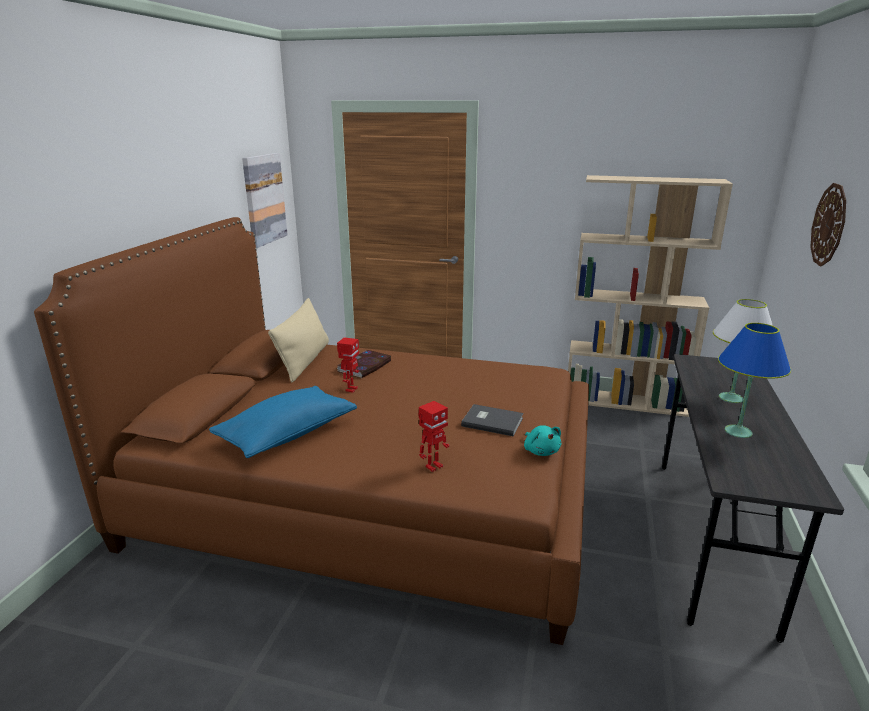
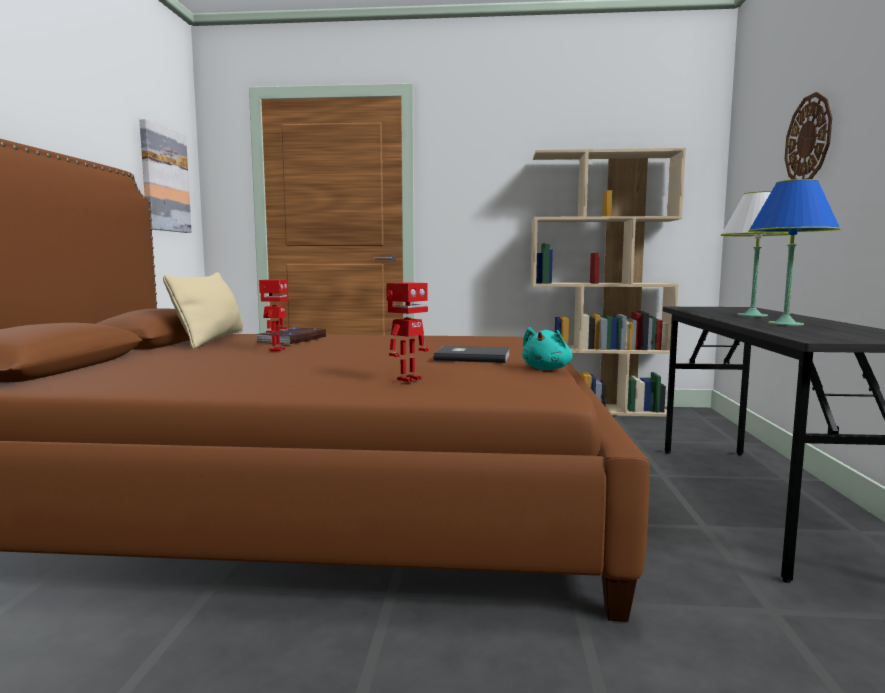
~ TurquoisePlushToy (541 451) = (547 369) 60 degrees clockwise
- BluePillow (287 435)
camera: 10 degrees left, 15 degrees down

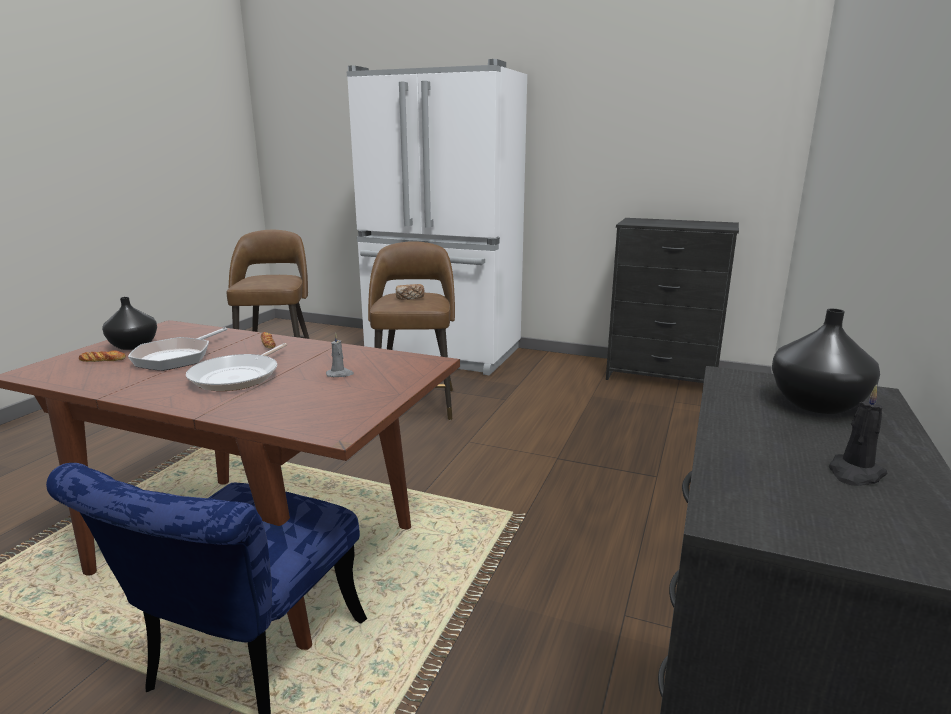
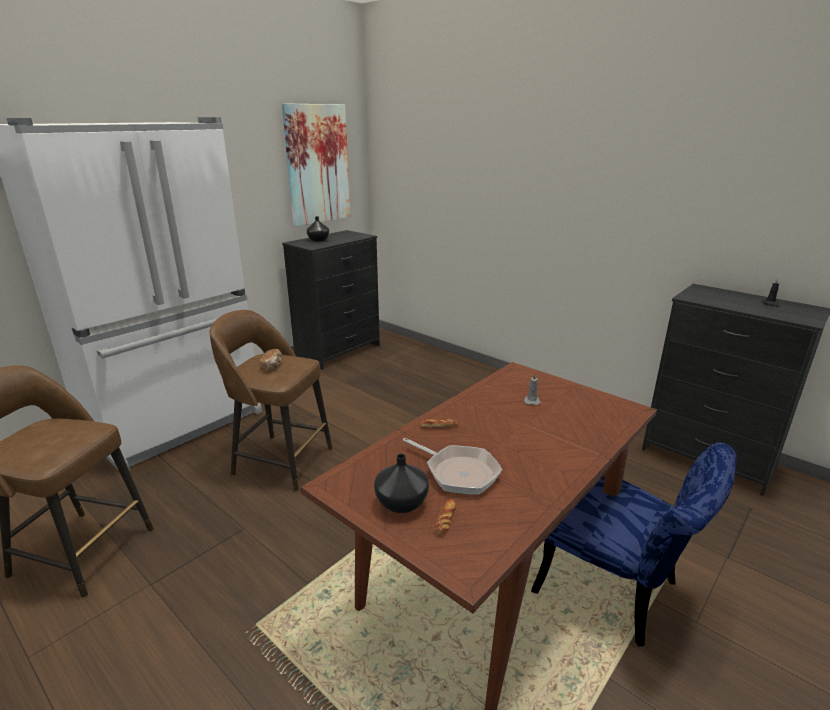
+ Picture (318 165)
~ BlackVase (815 404) to (318 240)
- FryingPan (238 376)
camera: 70 degrees left, 5 degrees up

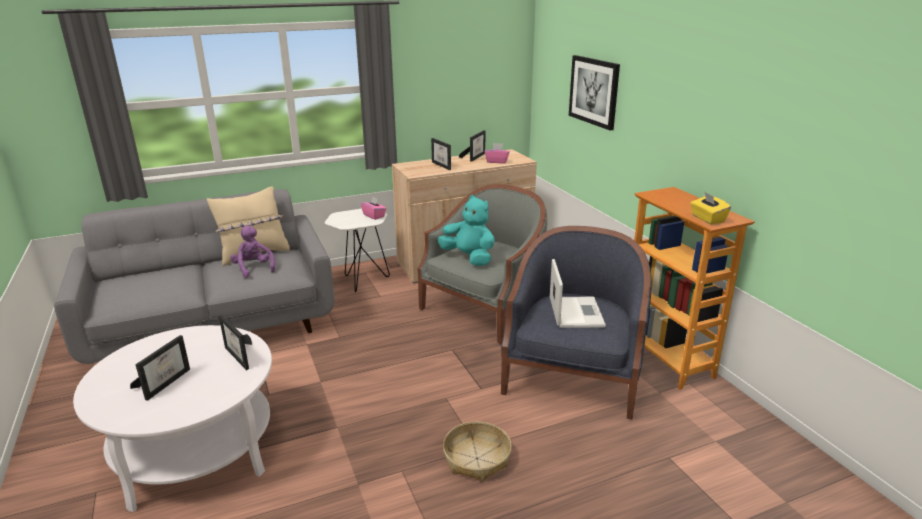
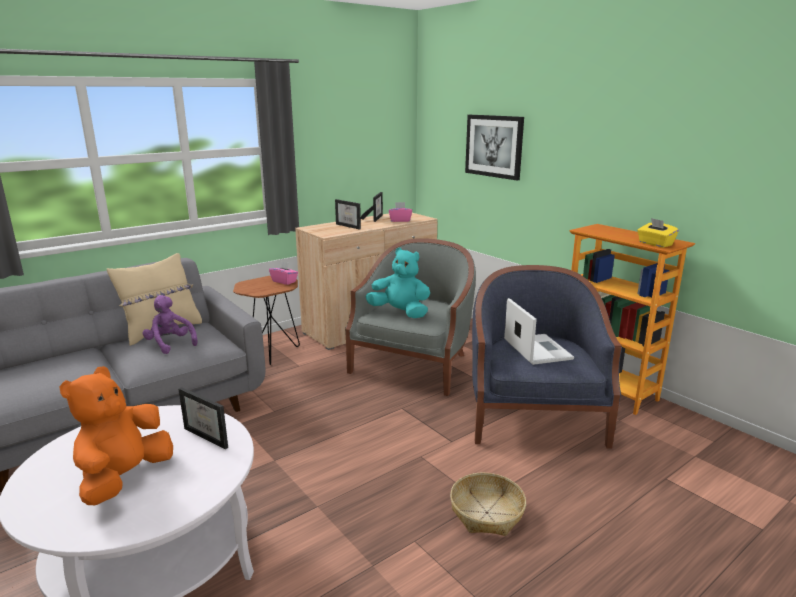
~ PictureFrame (165 382) to OrangePlushToy (124 478)
~ WhiteSideTable (361 281) to BrownSideTable (271 354)
camera: 15 degrees left, 5 degrees down

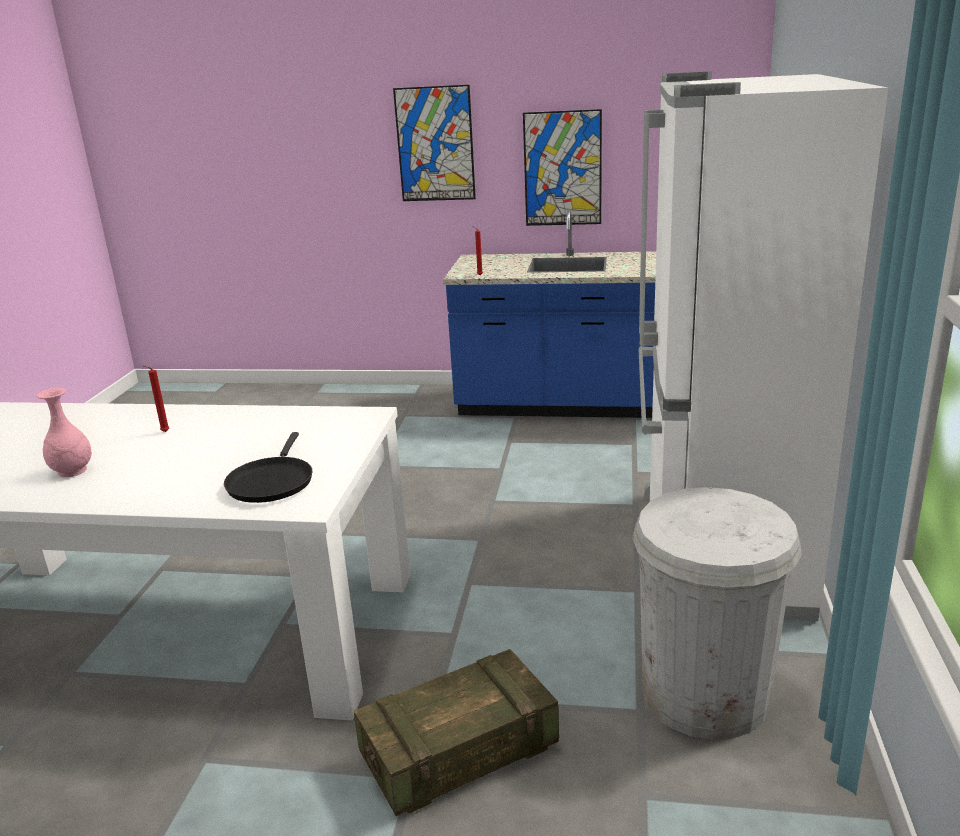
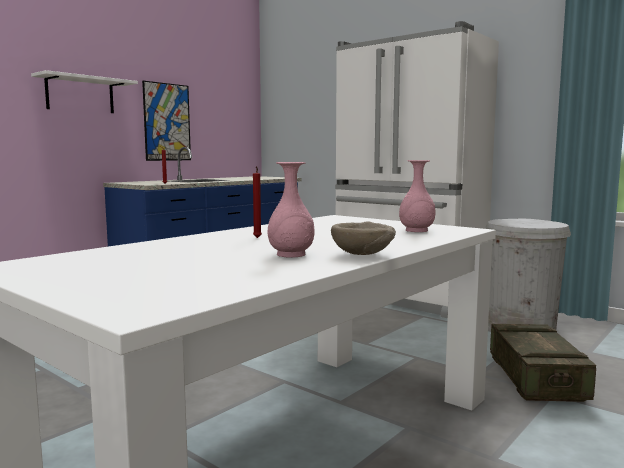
~ Picture (435 144) to WhiteShelf (80 95)
+ BeigeBowl (364 255)
~ BlackFryingPan (271 482) to PinkVase (416 230)
camera: 60 degrees left, 15 degrees down

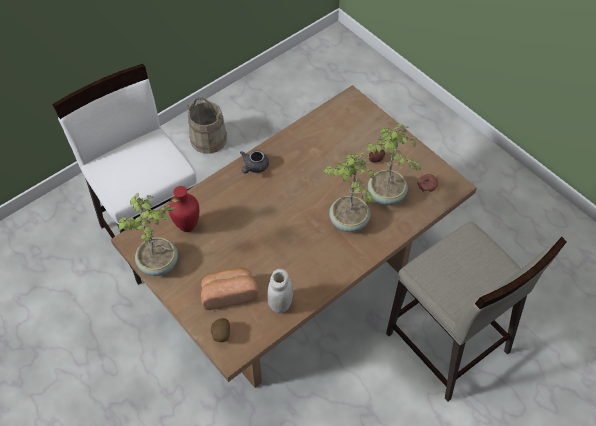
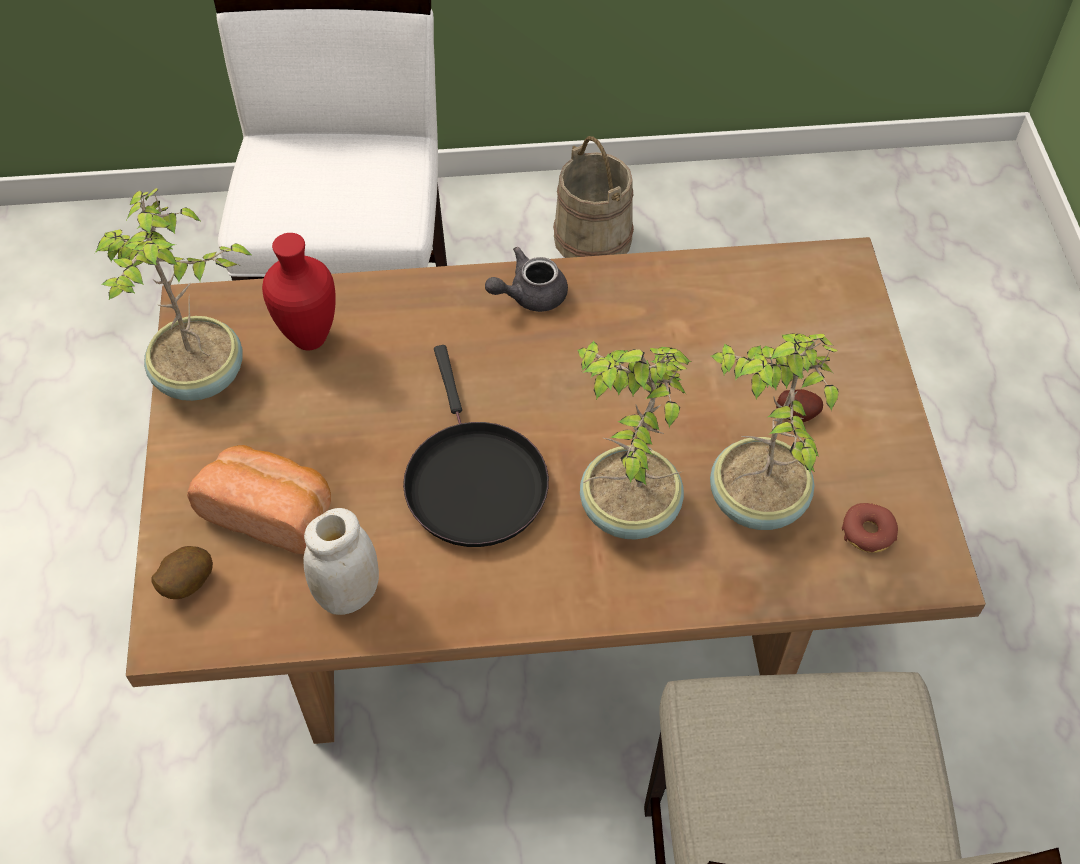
+ BlackFryingPan (473 480)
camera: 35 degrees right, 0 degrees up

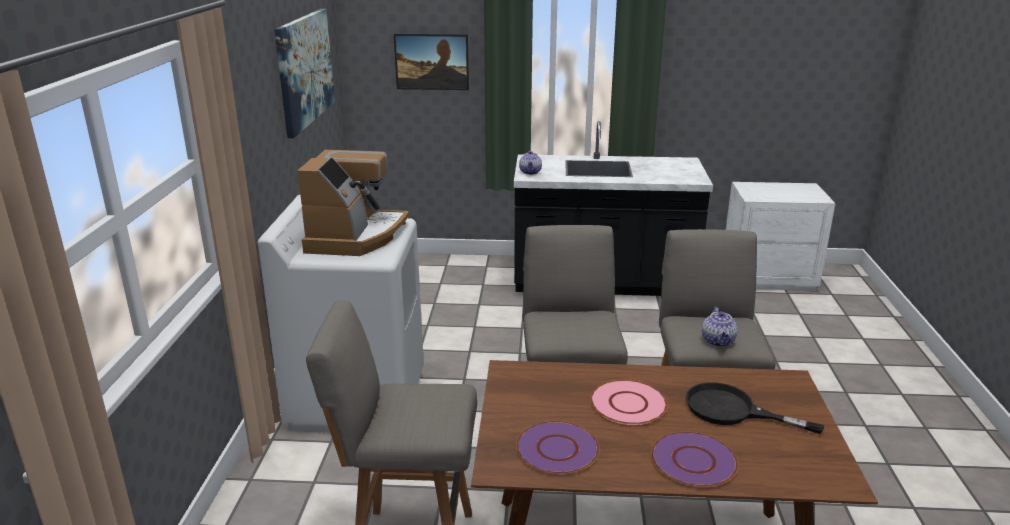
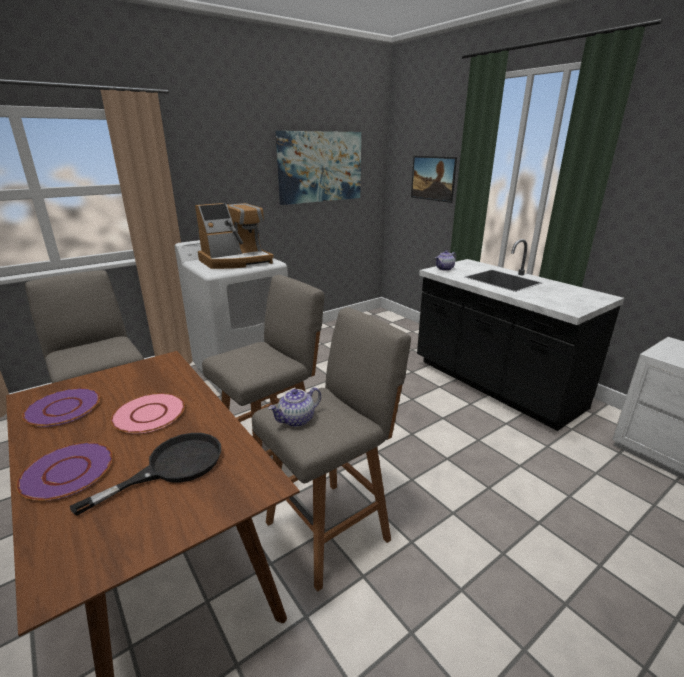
~ BlackFryingPan (732 410) = (172 466) 60 degrees clockwise
camera: 50 degrees right, 0 degrees up

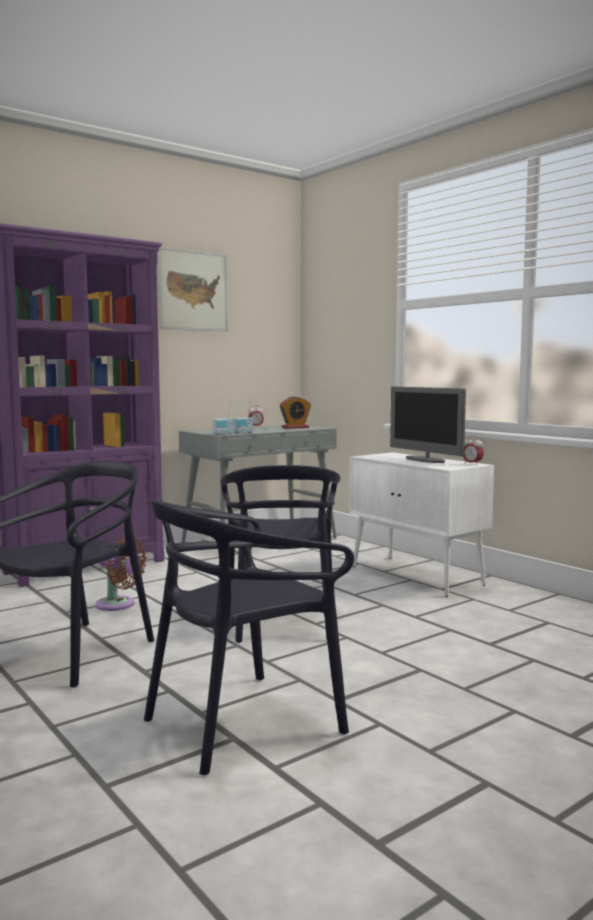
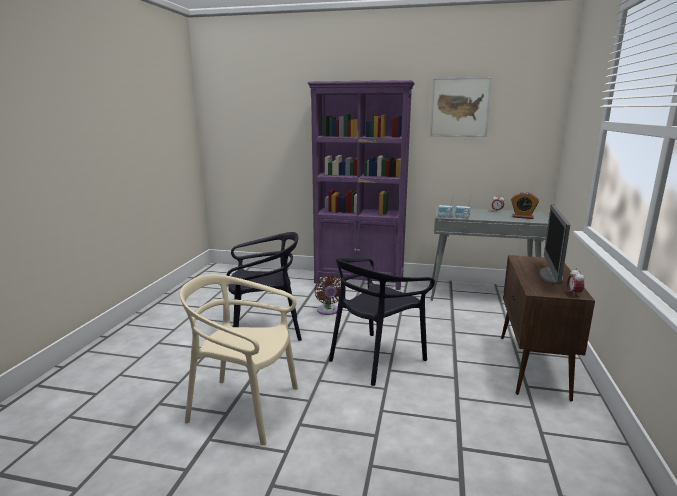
~ BlackChair (243 722) to BeigeChair (244 407)
~ WhiteCabinet (417 576) to BrownCabinet (532 367)
camera: 50 degrees right, 10 degrees up

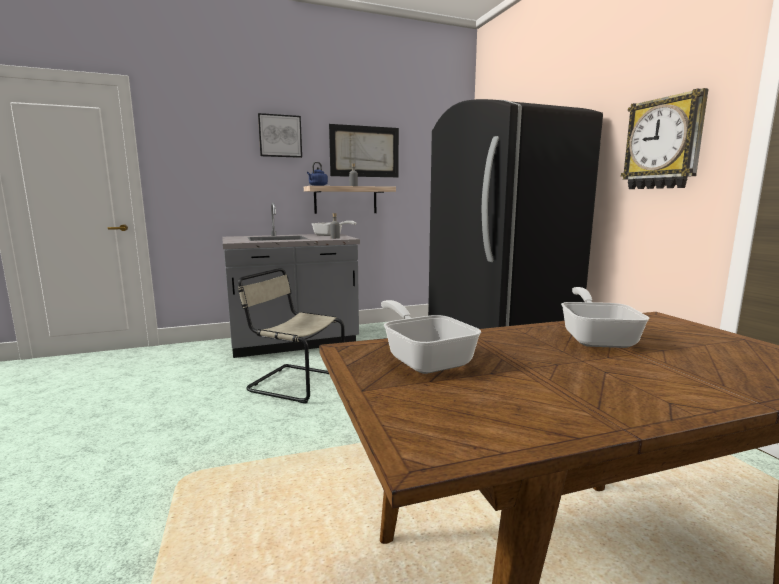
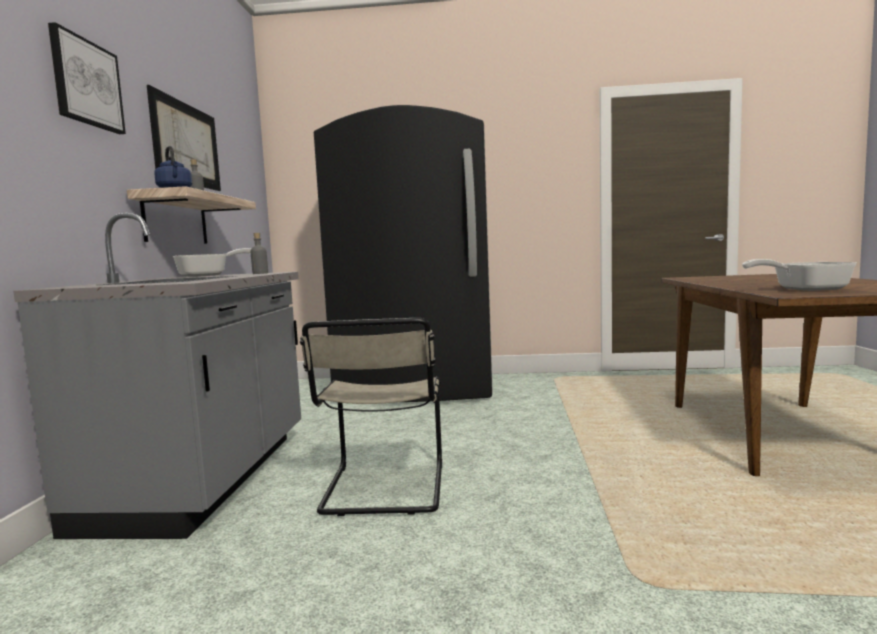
~ BeigeChair (293 382) = (384 490) 45 degrees counterclockwise
- FryingPan (596 337)
- WallClock (663 144)
camera: 65 degrees left, 5 degrees down

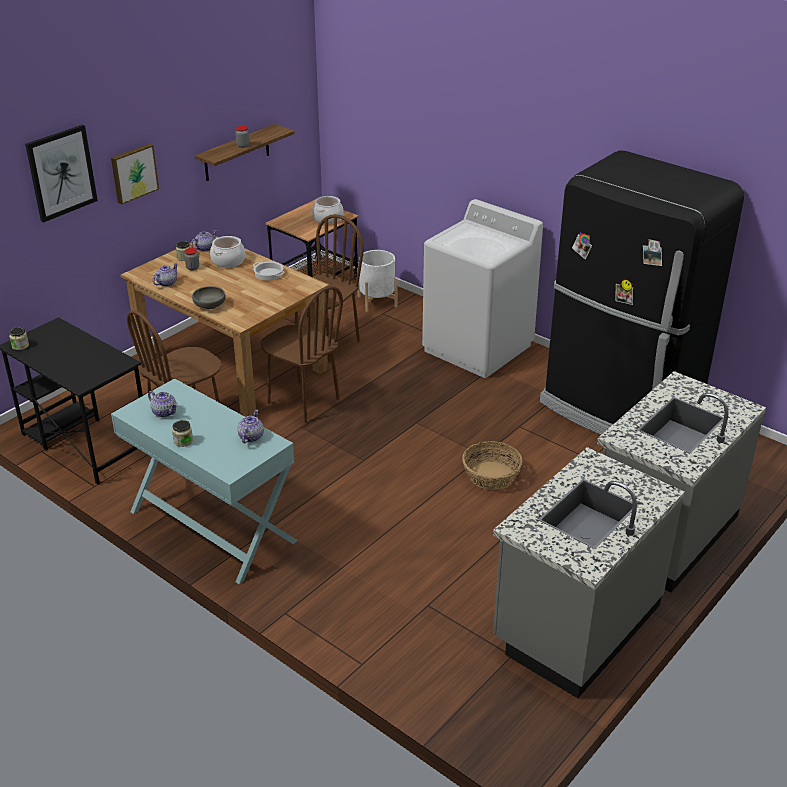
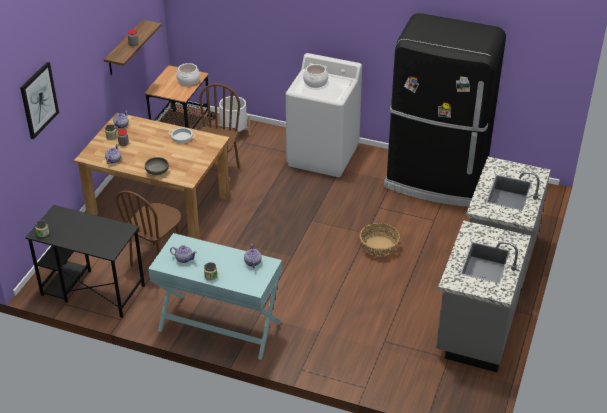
~ CookingPot (228 261) to (315 82)
- Picture (133 173)
- BrownChair (303 401)
camera: 20 degrees left, 5 degrees up

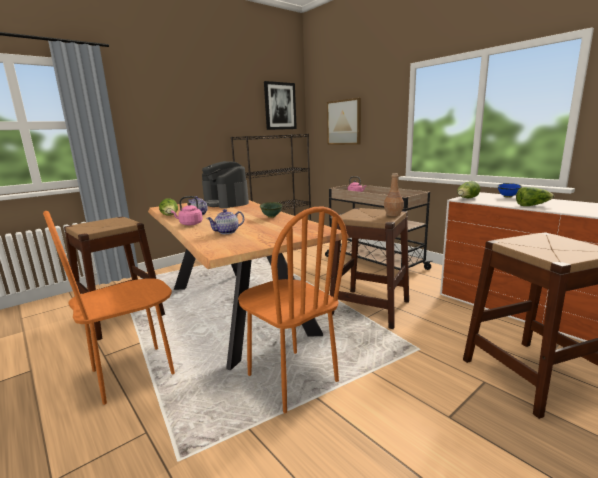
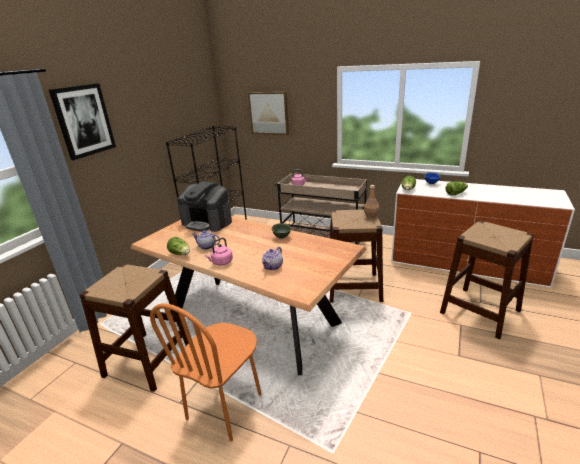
~ Picture (280 106) to (84 120)
- OrangeChair (291 378)
camera: 25 degrees left, 10 degrees up

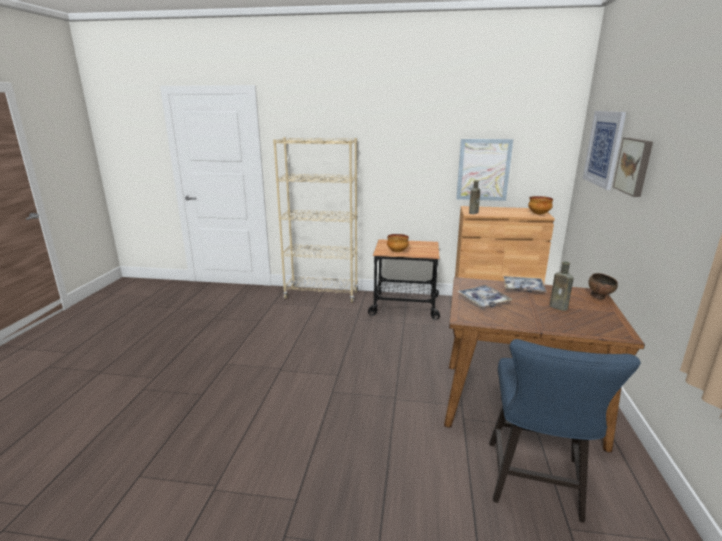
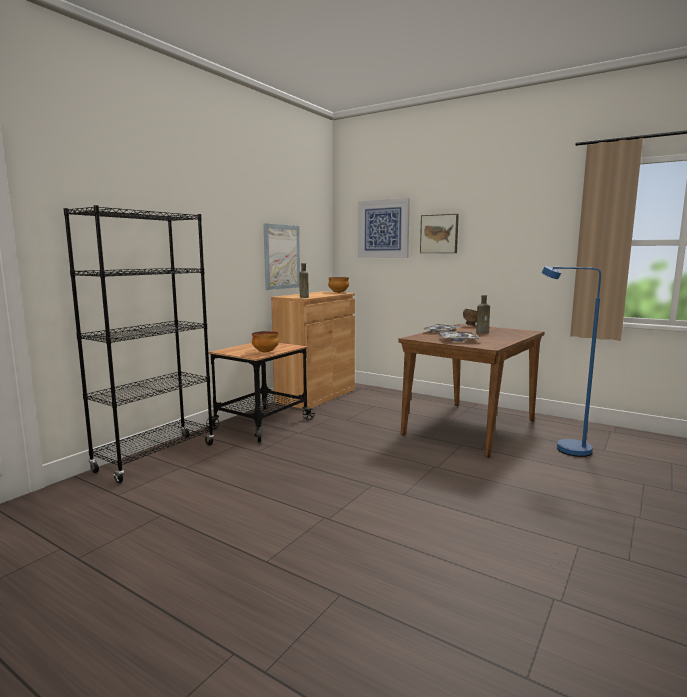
~ BeigeBookcase (321 295) to BlackBookcase (156 457)
~ BlueChair (535 485) to BlueFloorLamp (564 447)
camera: 65 degrees left, 10 degrees down

